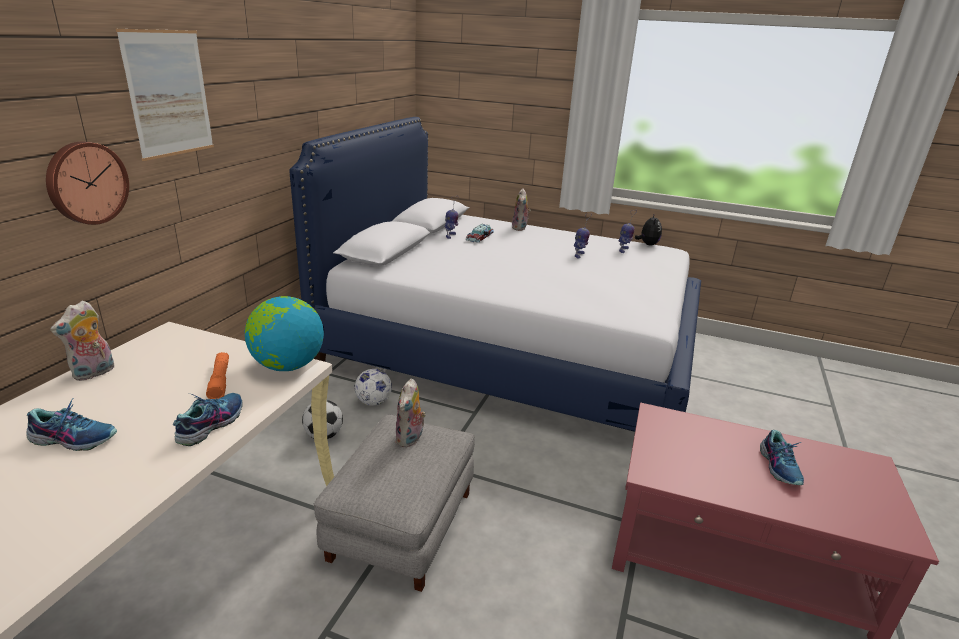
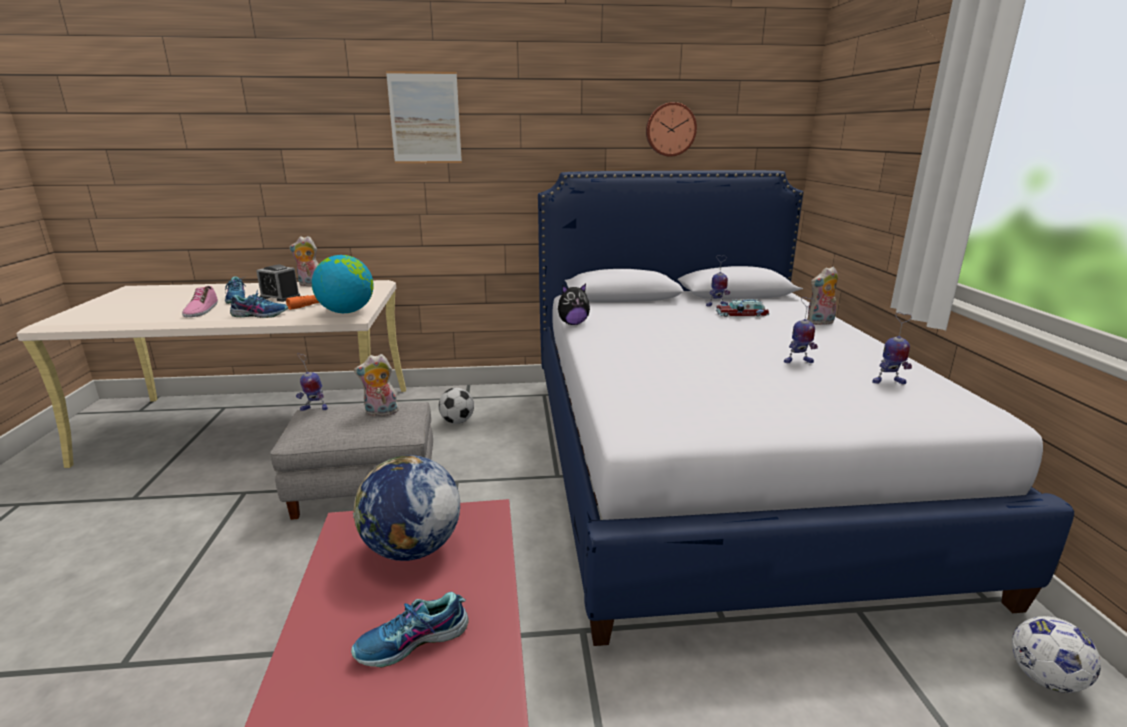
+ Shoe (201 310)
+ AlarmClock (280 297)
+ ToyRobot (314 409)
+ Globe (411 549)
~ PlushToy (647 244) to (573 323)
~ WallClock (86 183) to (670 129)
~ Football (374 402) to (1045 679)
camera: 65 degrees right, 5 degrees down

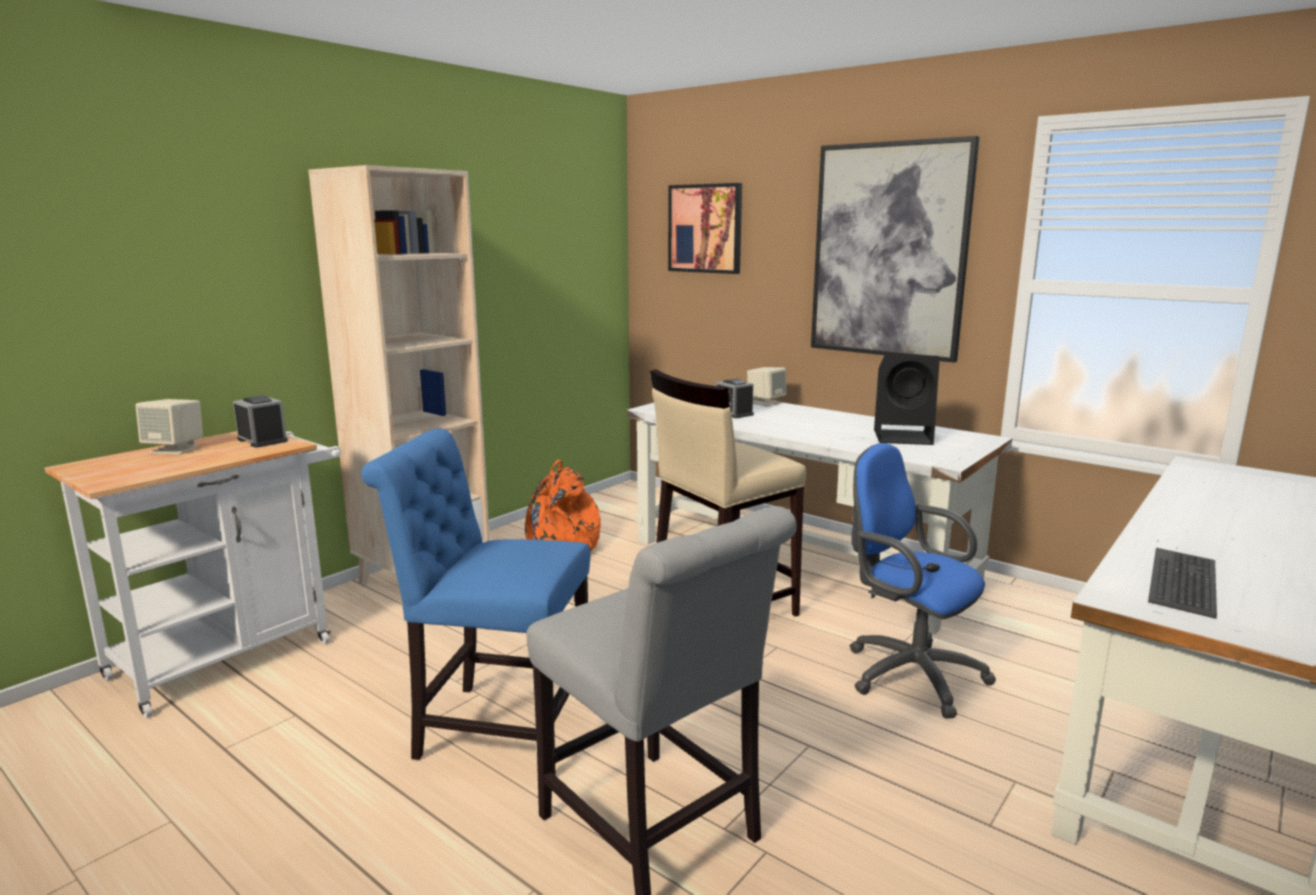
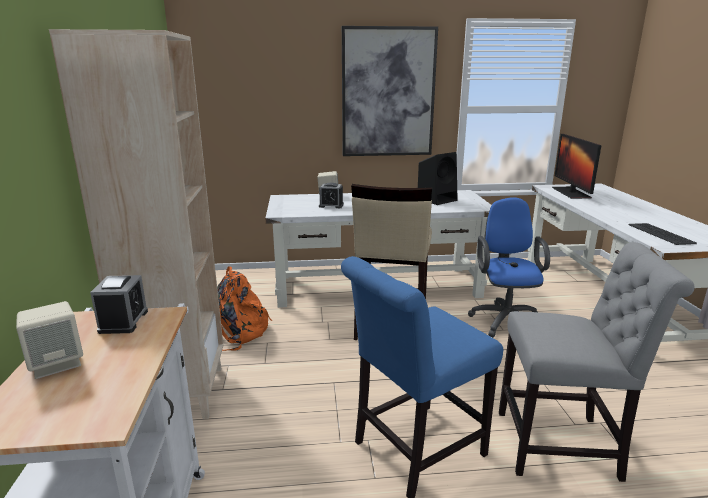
~ AlarmClock (262 440) = (123 321) 90 degrees clockwise
~ BlueOfficeChair (907 673) = (505 319) 90 degrees clockwise
+ Monitor (571 192)
- Picture (705 228)
camera: 45 degrees left, 5 degrees up

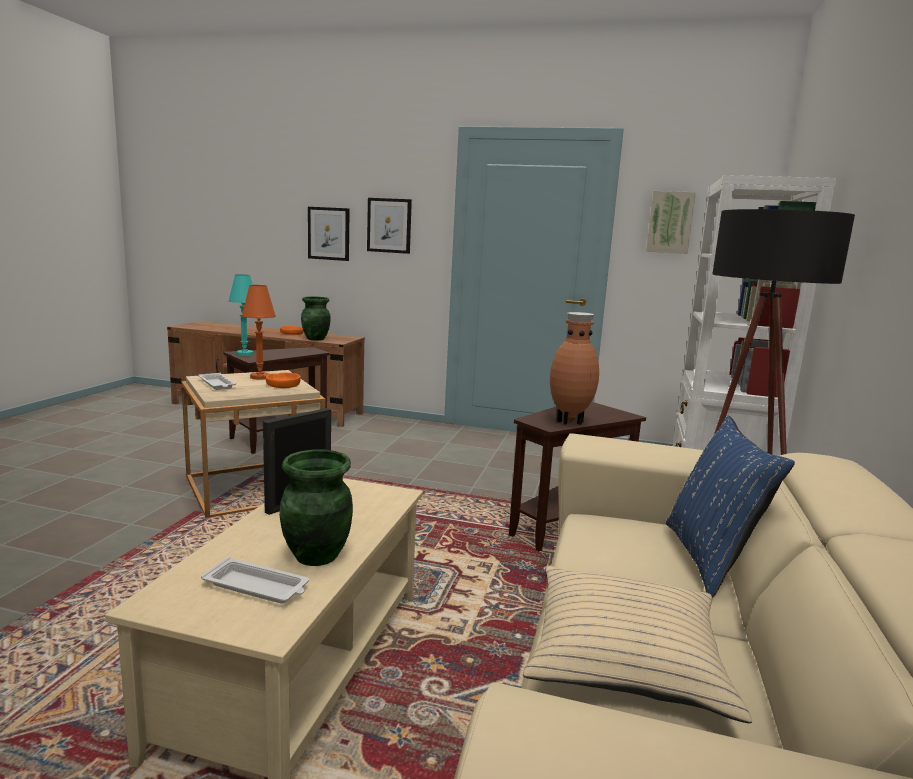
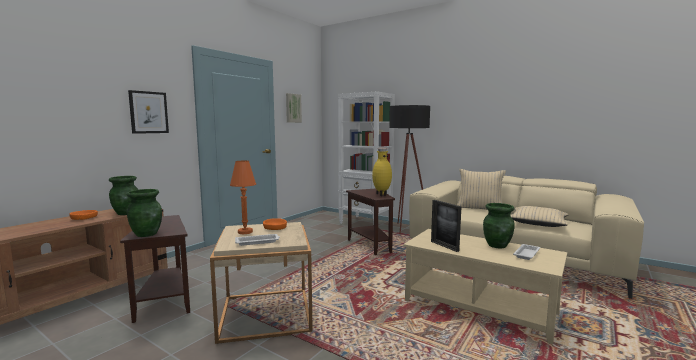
~ TurquoiseTableLamp (244 354) to GreenVase (147 234)
~ BrownVase (569 421) to YellowVase (381 195)
~ BluePillow (710 559) to BeigePillow (479 209)
- Picture (329 233)
camera: 70 degrees left, 5 degrees down

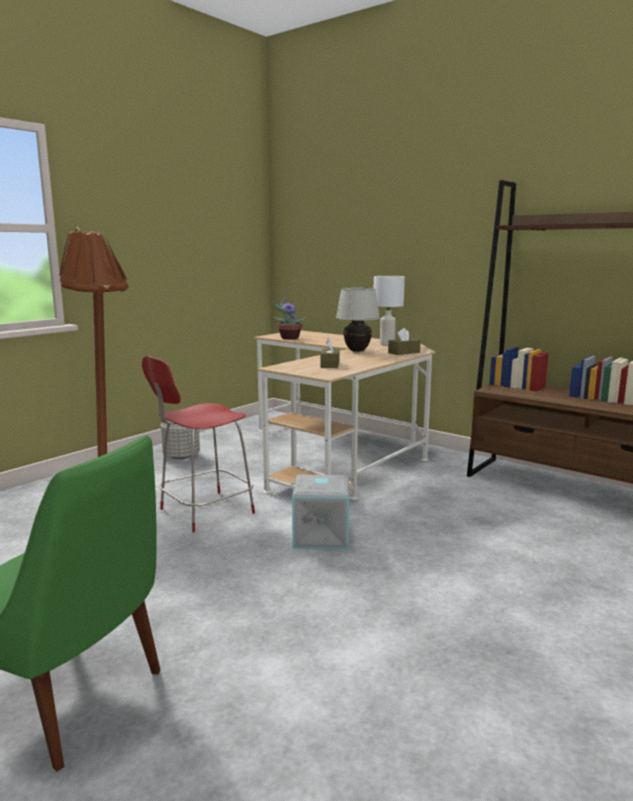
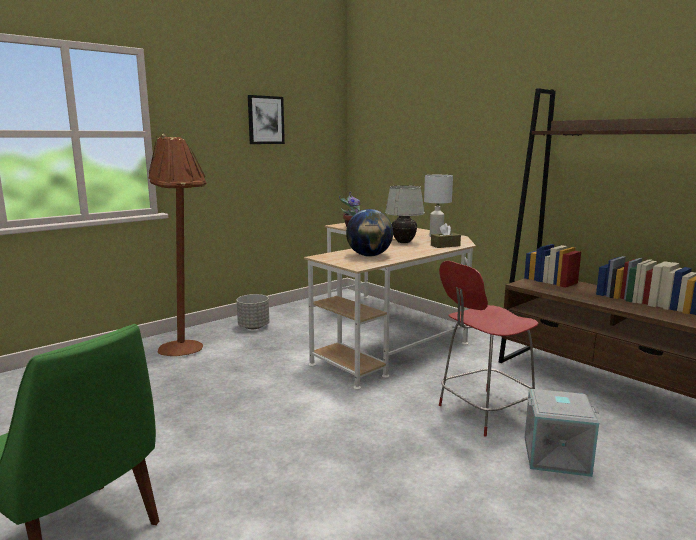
+ Picture (265 120)
~ BrownTissueBox (330 365) to Globe (369 256)
~ RedStool (203 512) to (483 412)
~ GreyStorageBox (322 535) to (556 455)
camera: 10 degrees right, 0 degrees up

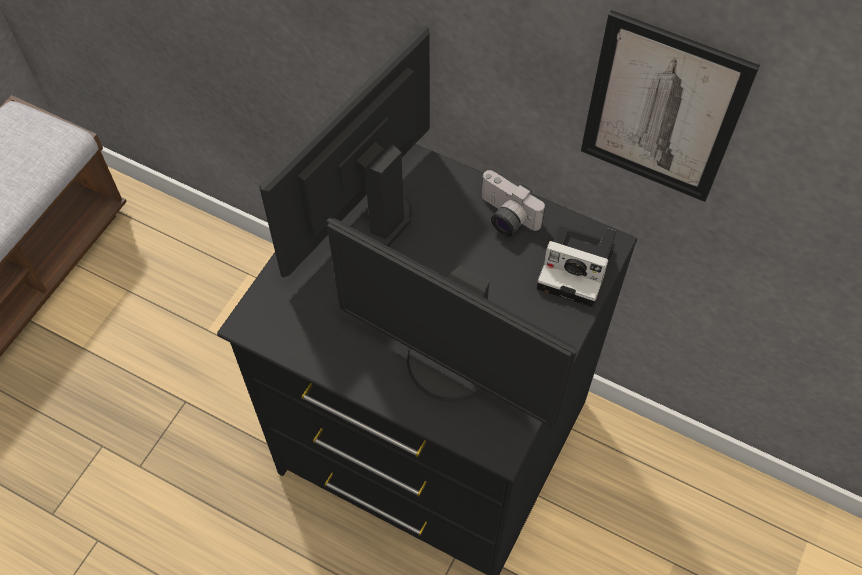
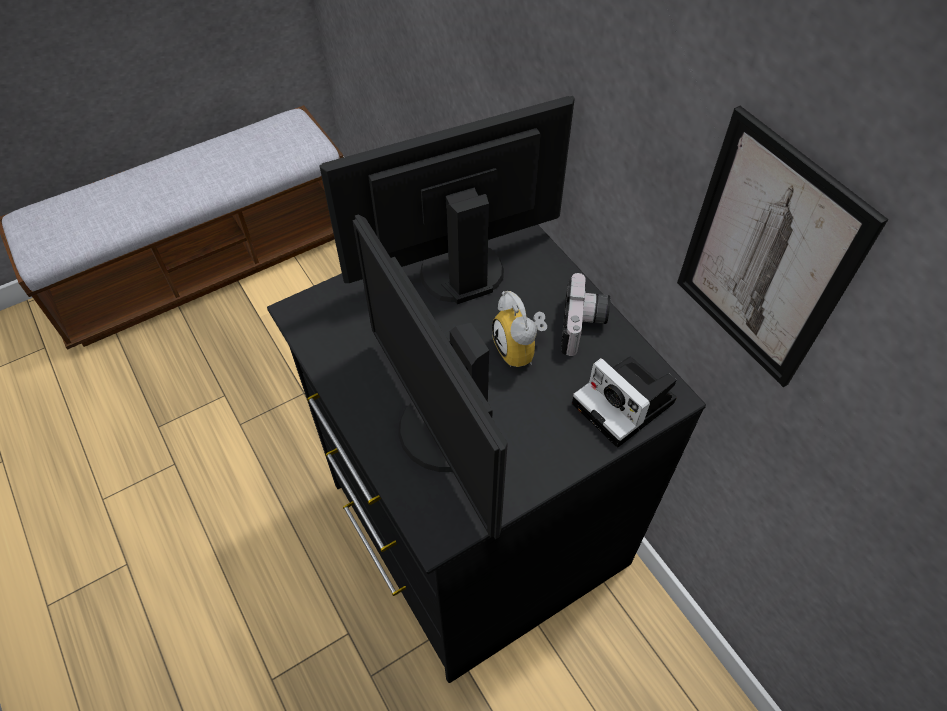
+ AlarmClock (521 350)
~ PhotoCamera (505 217) = (583 326) 150 degrees counterclockwise
camera: 30 degrees right, 5 degrees down

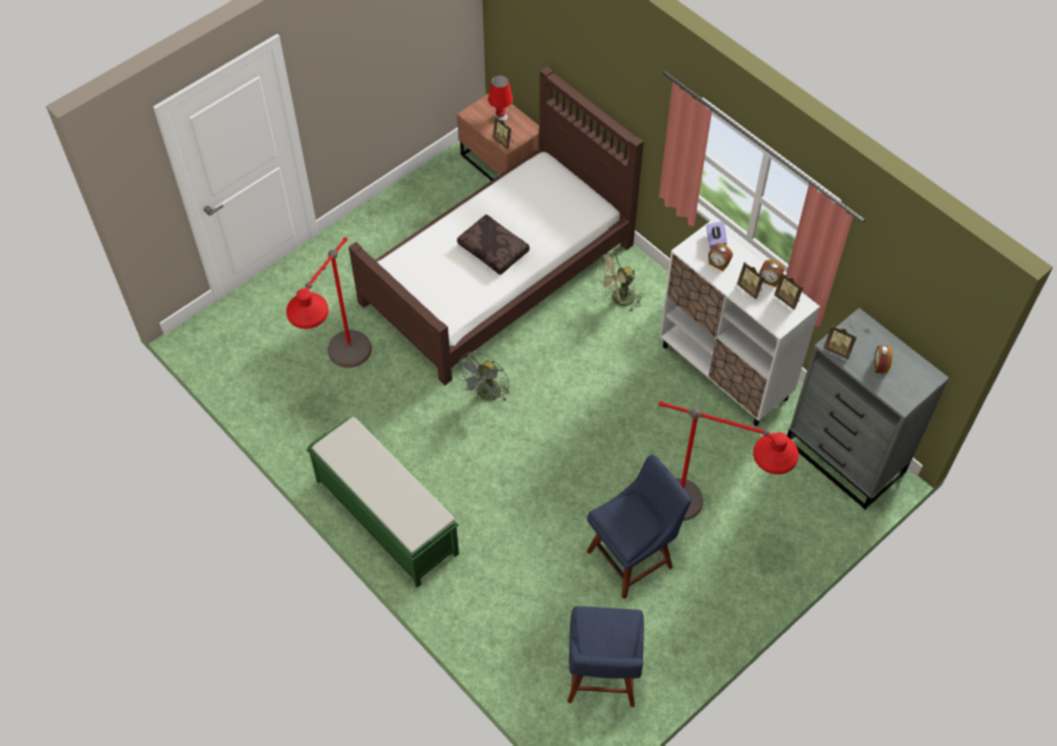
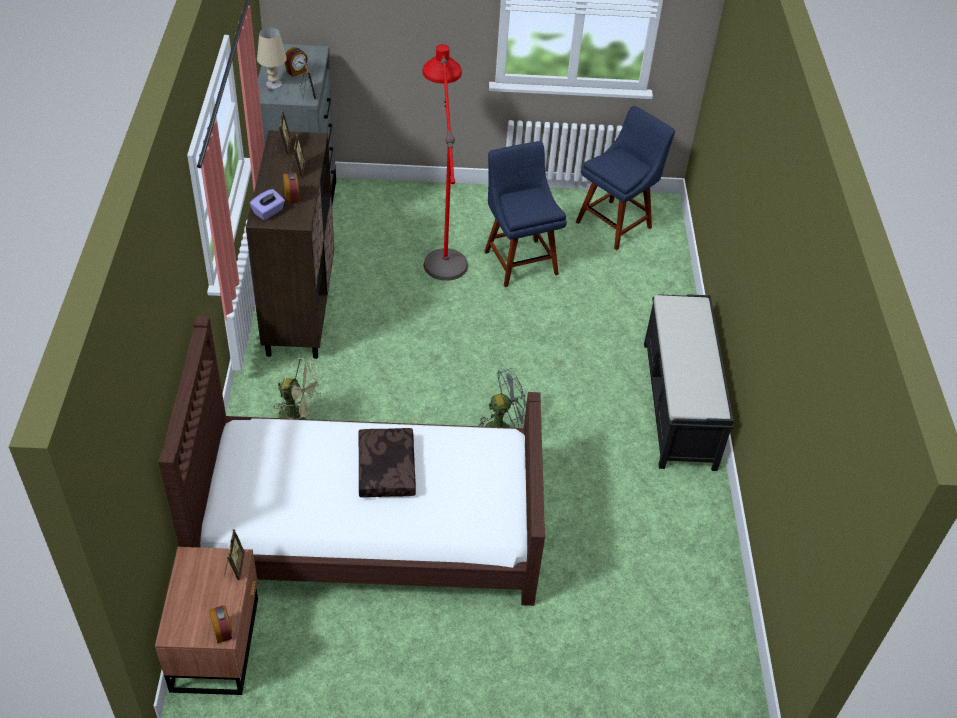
~ AlarmClock (769 280) to (222 631)
~ WhiteCabinet (725 372) to BrownCabinet (300 308)
+ BeigeTableLamp (274 84)
~ BlueChair (633 557) = (519 260) 60 degrees clockwise
~ GreenBench (385 516) to BlackBench (679 405)
- RedFloorLamp (342 375)
- RedTableLamp (500 117)
camera: 140 degrees left, 10 degrees down

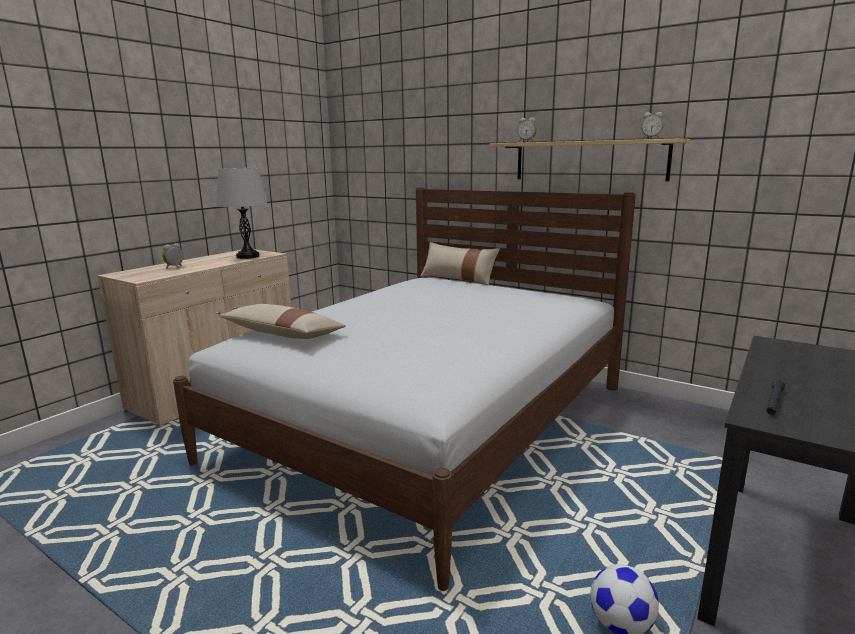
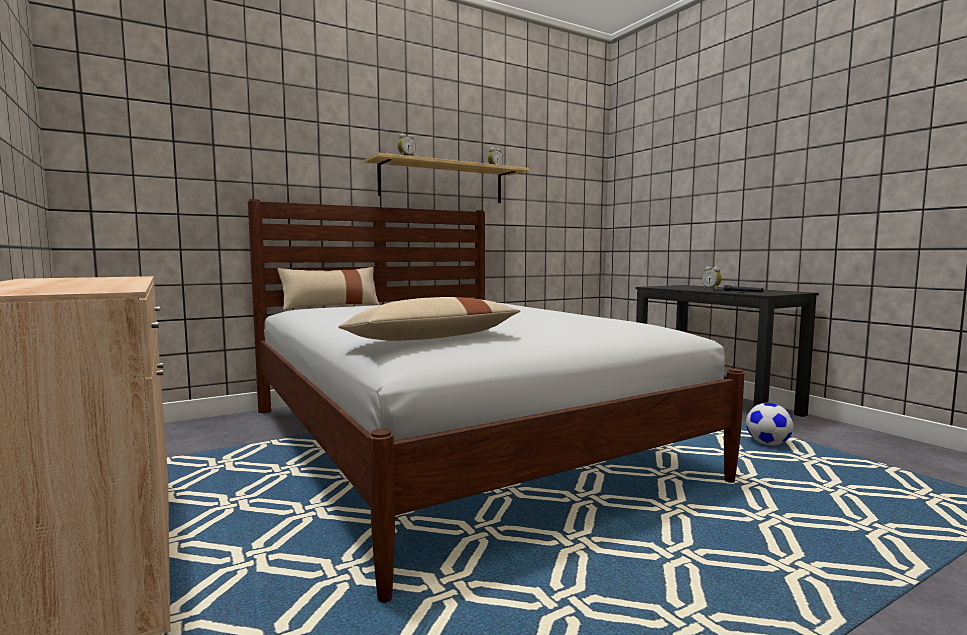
~ AlarmClock (175 267) to (711 289)
- GreyTableLamp (248 256)
camera: 65 degrees left, 10 degrees down

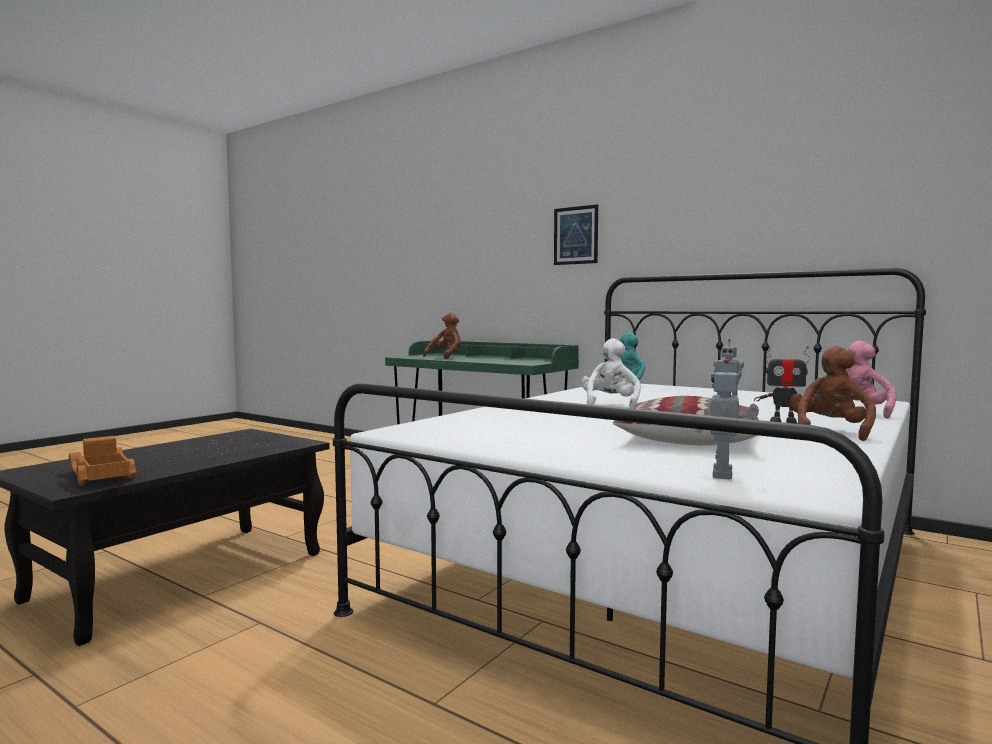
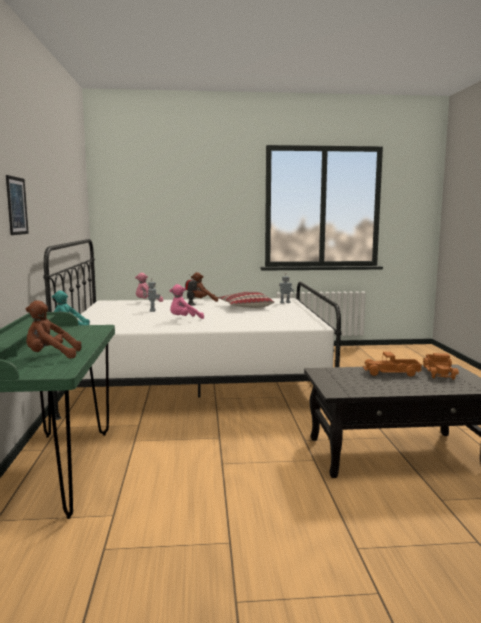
~ WhitePlushToy (610 404) to PinkPlushToy (184 319)
+ ToyTruck (392 373)
camera: 130 degrees left, 5 degrees up

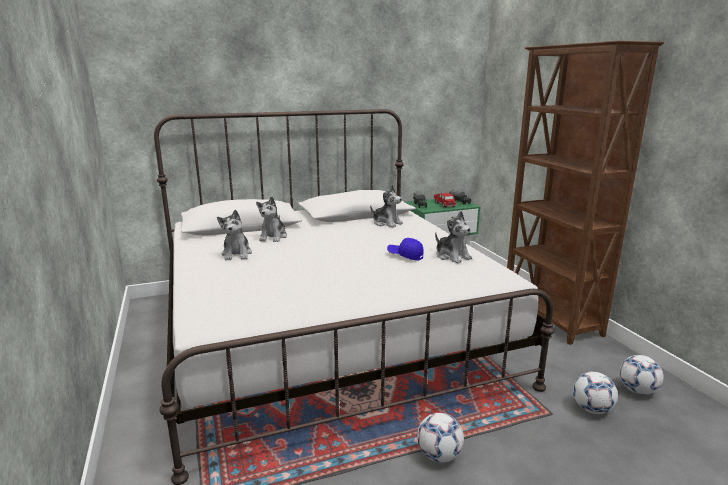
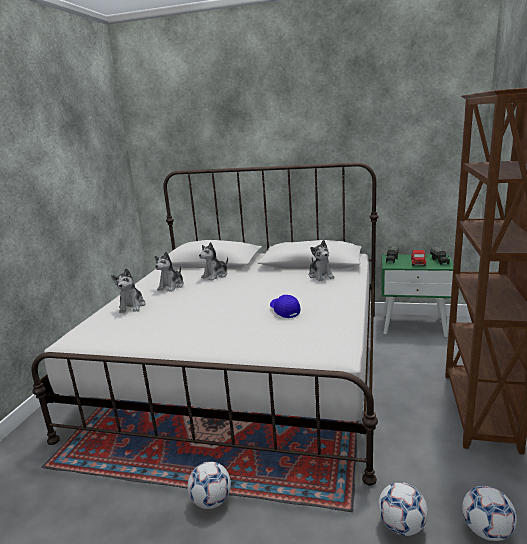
~ PlushToy (452 256) to (132 306)
camera: 35 degrees right, 0 degrees up

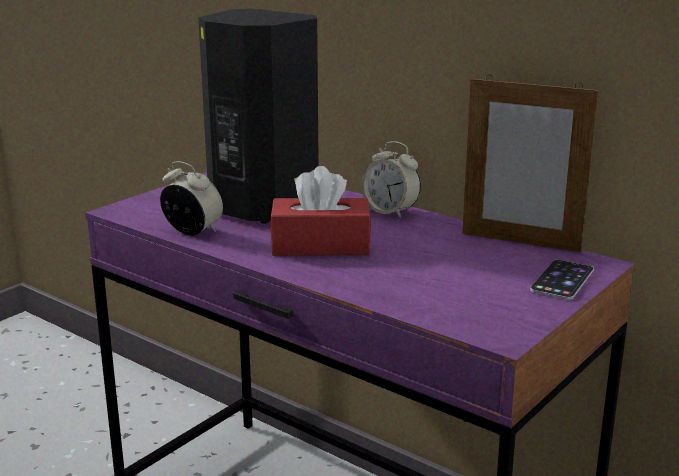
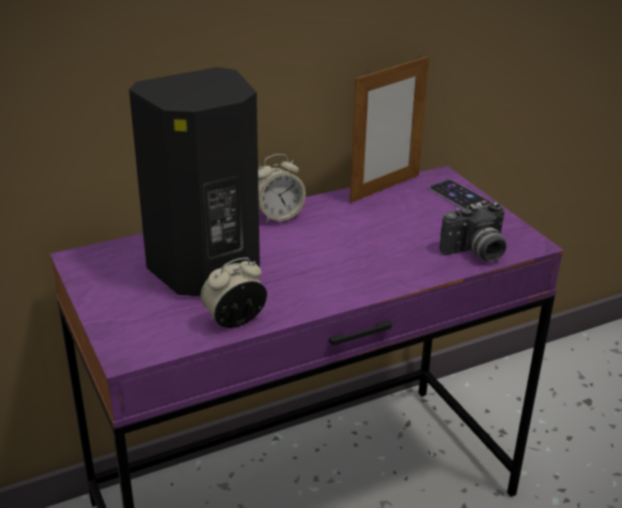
+ PhotoCamera (476 253)
- RedTissueBox (320 245)
camera: 65 degrees left, 10 degrees up

